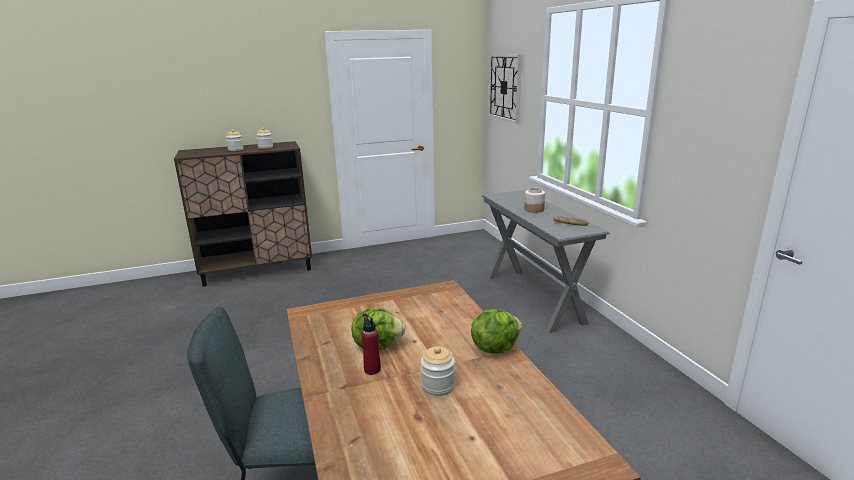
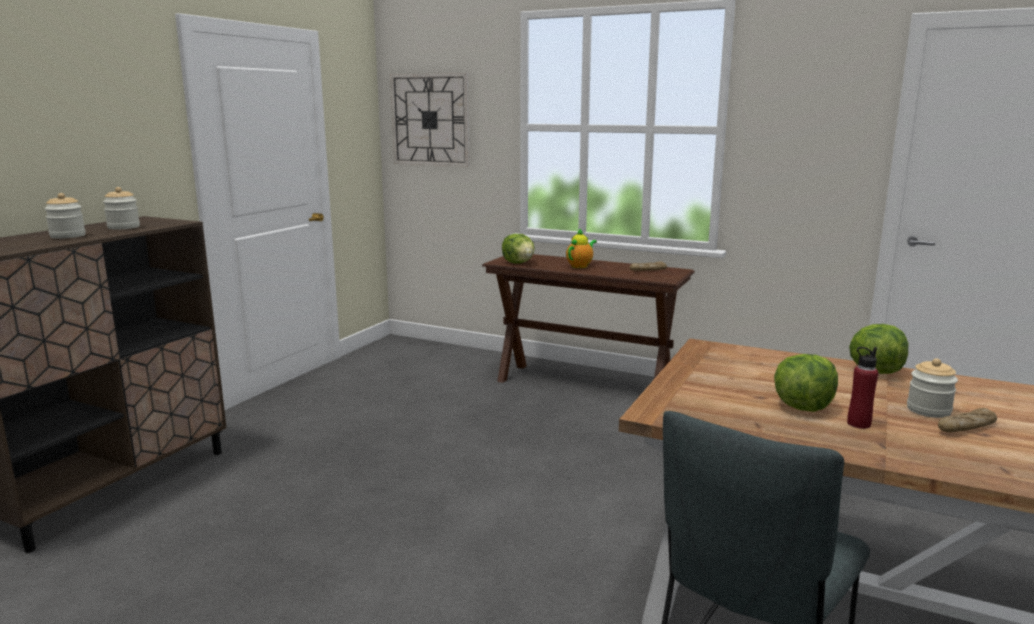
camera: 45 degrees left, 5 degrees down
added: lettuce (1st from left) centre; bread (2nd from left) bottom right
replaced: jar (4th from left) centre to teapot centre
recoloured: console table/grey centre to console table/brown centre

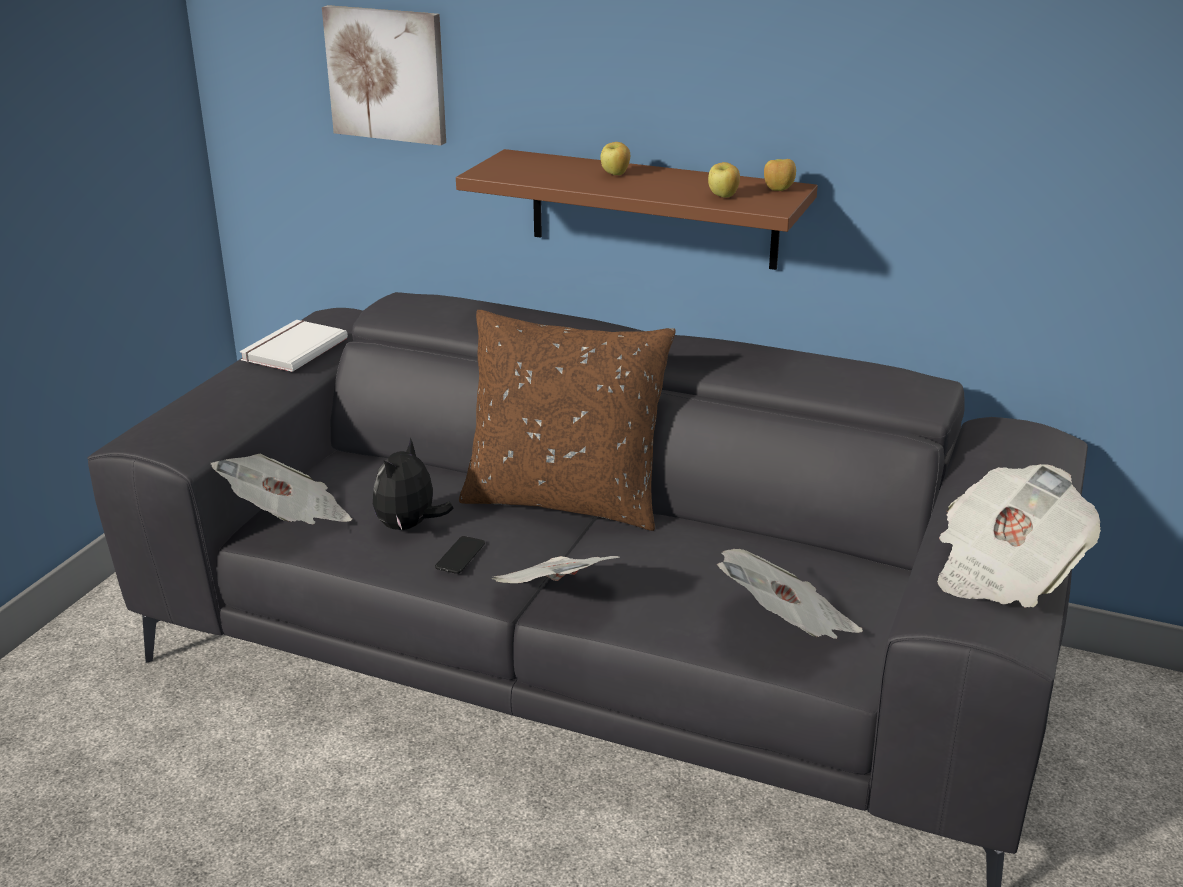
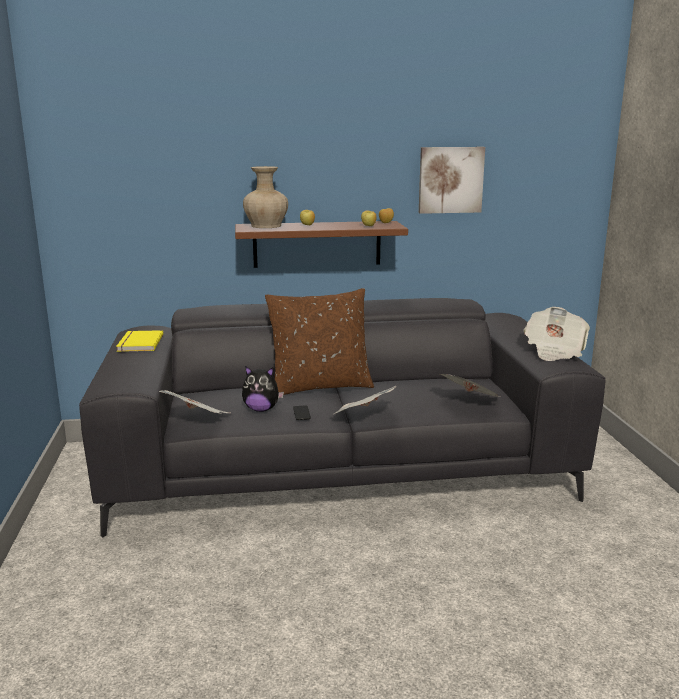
camera: 30 degrees left, 10 degrees down
added: vase/beige top centre
moved: picture top left to top centre
recoloured: book/white middle left to book/yellow middle left
turned: plush toy centre = centre 75 degrees counterclockwise

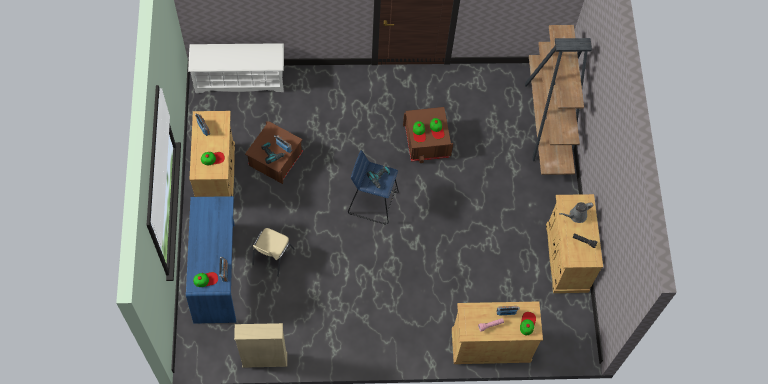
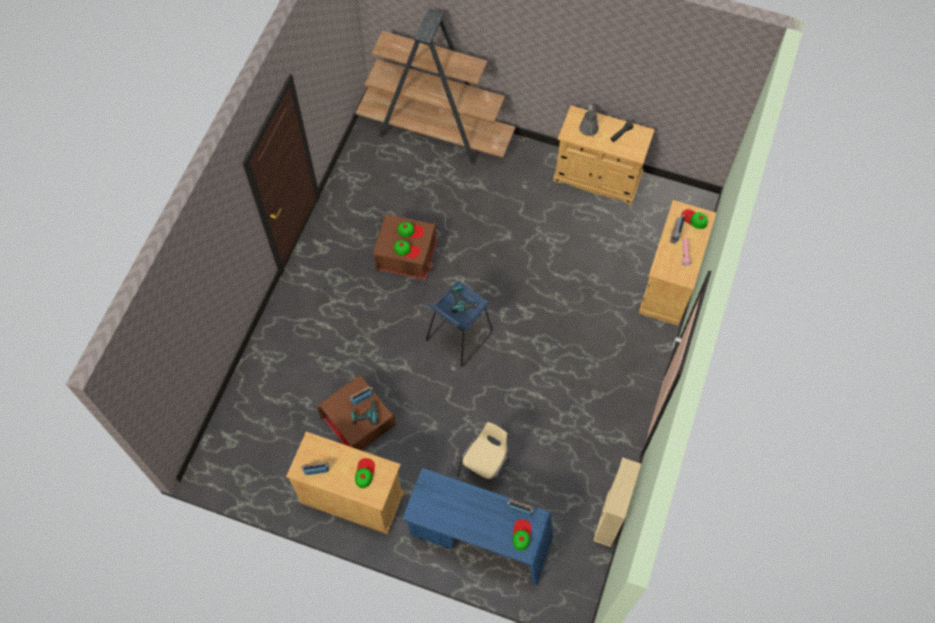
camera: 65 degrees left, 0 degrees up
removed: shoe rack/white top left
turned: chair/beige centre = bottom centre 105 degrees counterclockwise

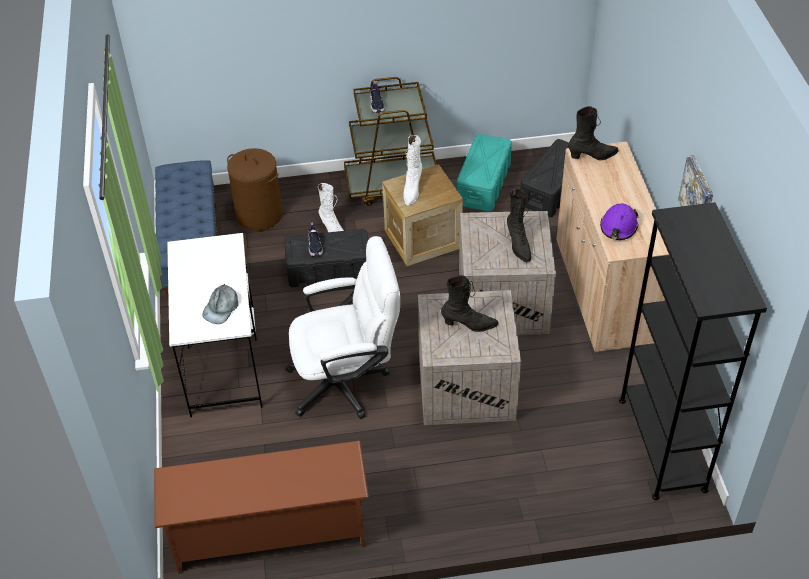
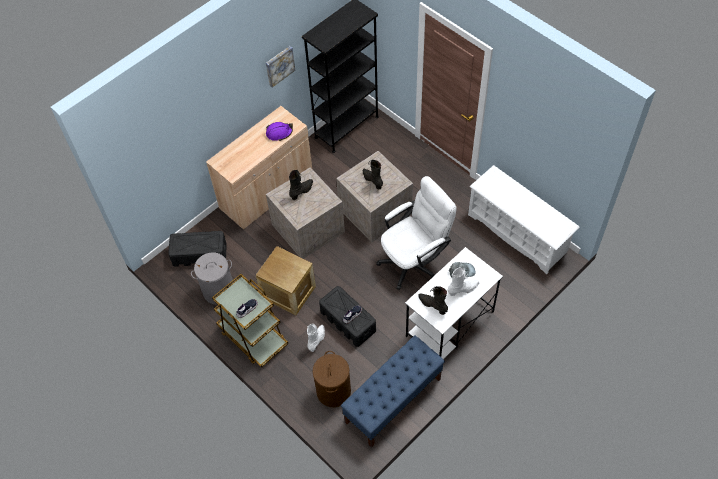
camera: 125 degrees left, 10 degrees up
moved: boot/black (3rd from left) top right to centre; boot/white (2nd from left) top centre to centre
replaced: storage box/turquoise top centre to laundry basket/grey middle left
recoloured: shoe rack/brown bottom left to shoe rack/white middle right
turned: office chair/white centre = centre 105 degrees clockwise

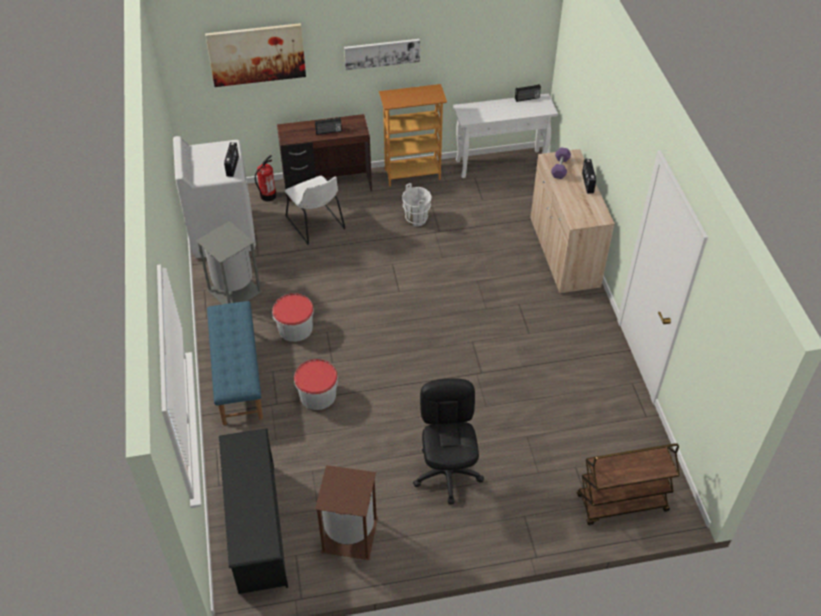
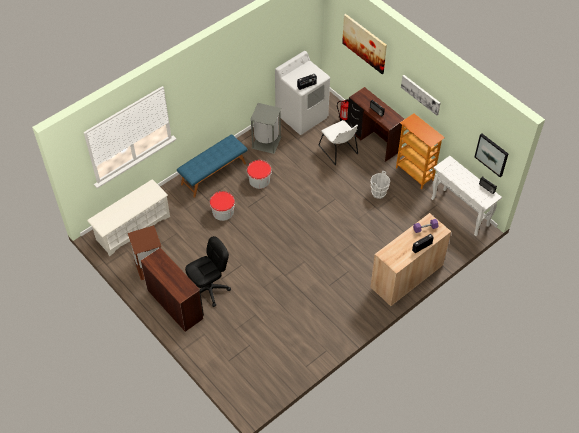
camera: 60 degrees right, 5 degrees up
removed: cart/brown bottom right
added: picture (3rd from left) middle right; desk/brown (1st from left) bottom left
recoloured: shoe rack/black bottom left to shoe rack/white middle left
turned: chair/white centre = top centre 60 degrees counterclockwise

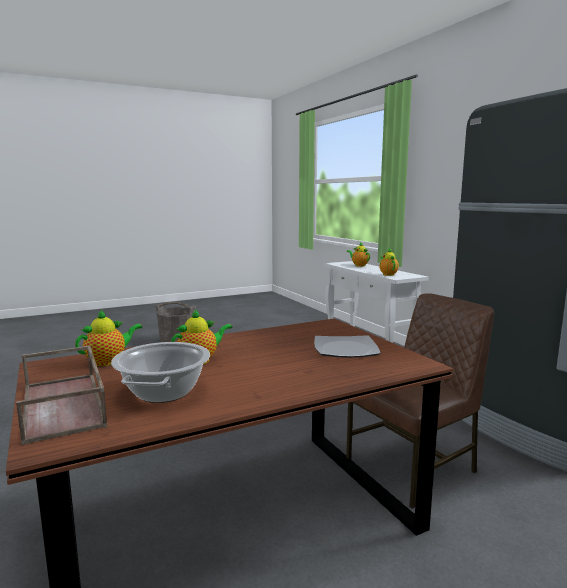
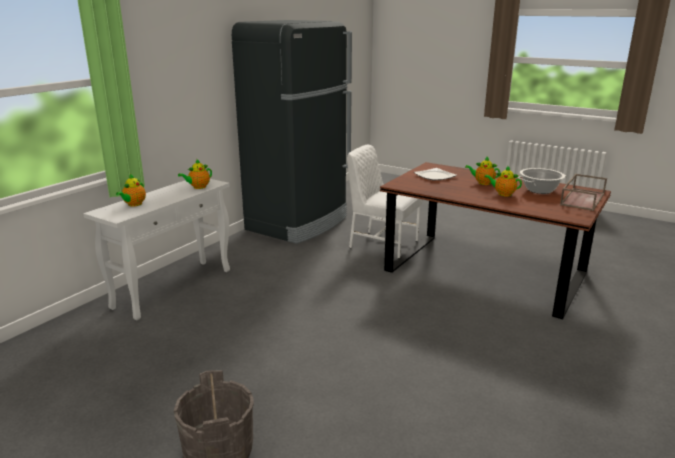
camera: 120 degrees left, 10 degrees up
moved: teapot (1st from left in the first image) middle left to teapot (3rd from left) middle right
recoloured: chair/brown bottom right to chair/white centre

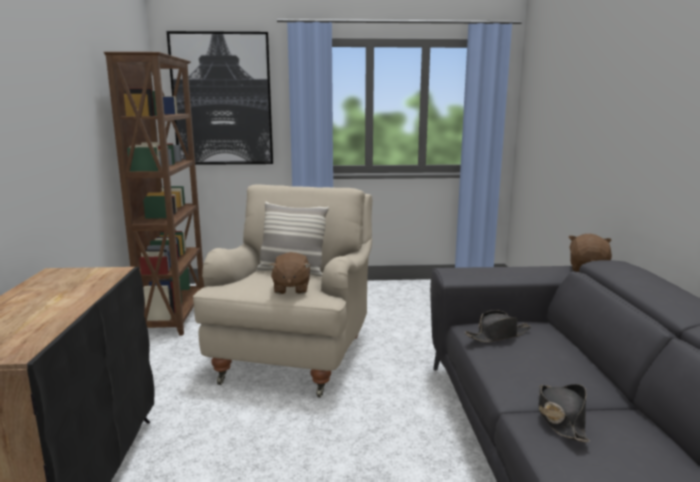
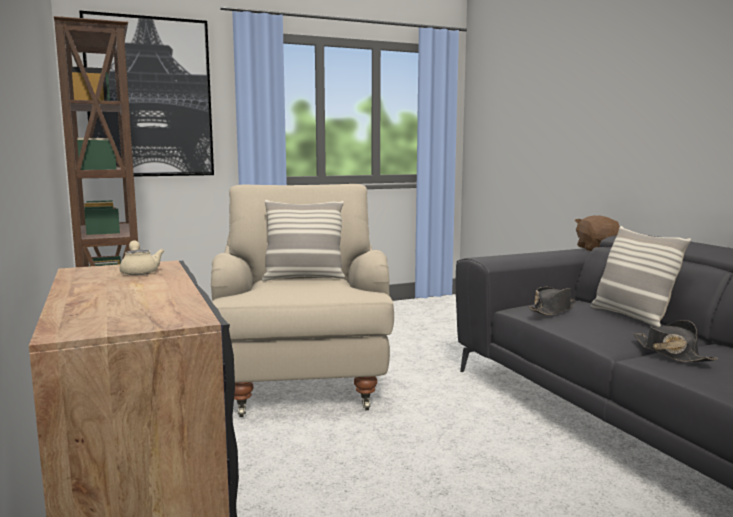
camera: 20 degrees left, 5 degrees down
removed: plush toy/brown (1st from left) centre
added: pillow (2nd from left) middle right; teapot/beige middle left

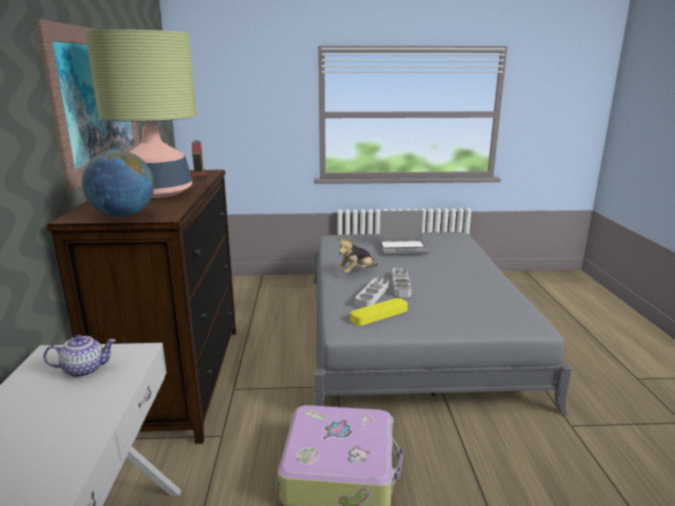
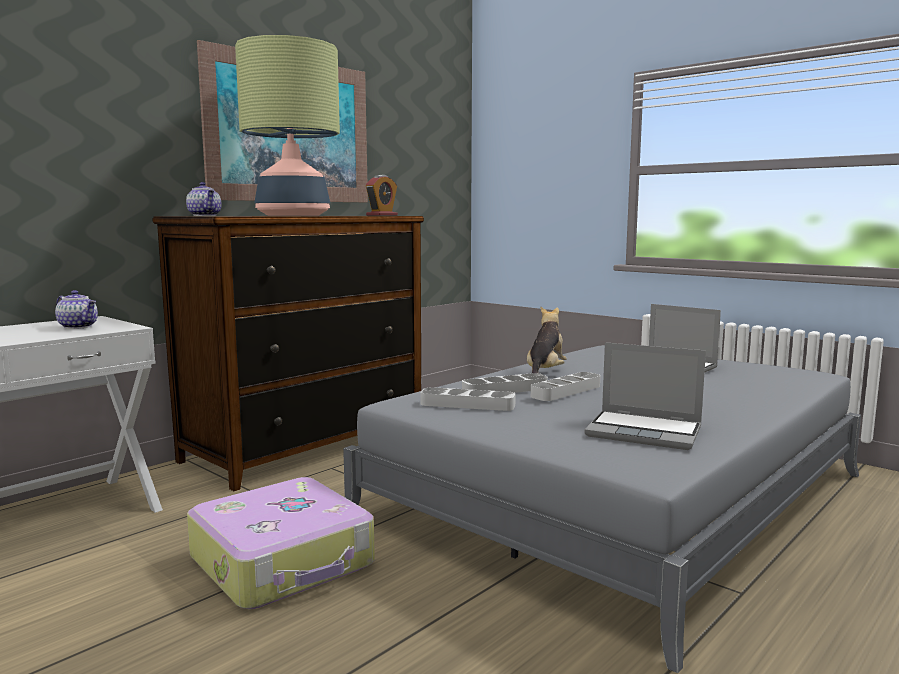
camera: 45 degrees right, 10 degrees down
added: laptop (1st from left) middle right
replaced: globe middle left to teapot (2nd from left) top left
recoloured: tray/yellow centre to tray/grey (1st from left) centre
turned: plush toy centre = centre 105 degrees clockwise

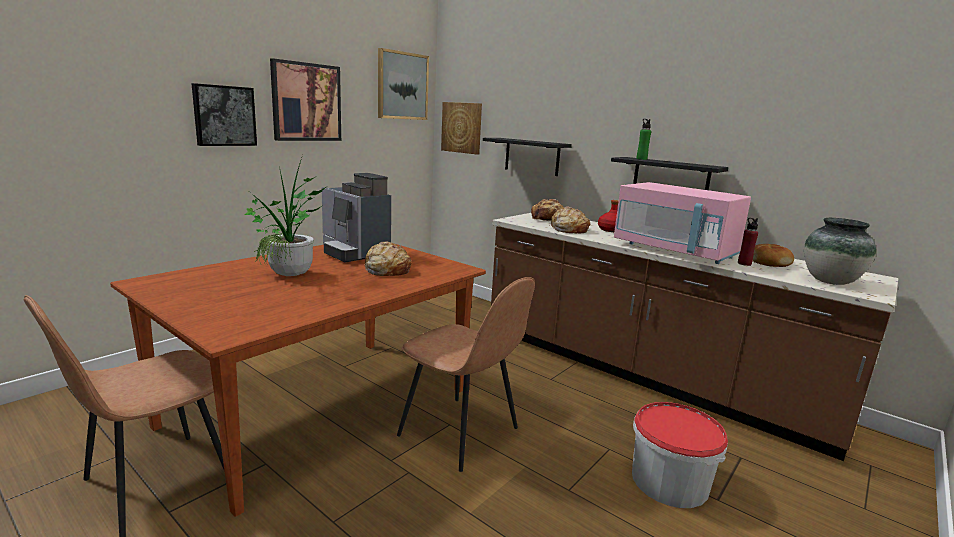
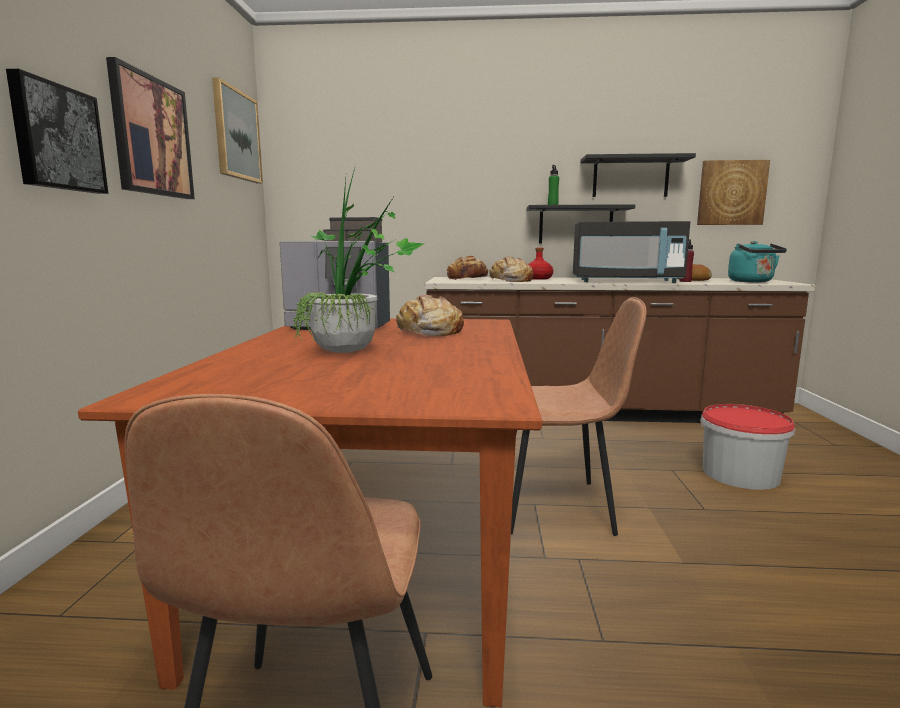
camera: 35 degrees left, 5 degrees down
moved: picture (4th from left) top centre to top right; shelf/black (1st from left in the first image) top centre to shelf/black (2nd from left) top right
replaced: vase middle right to kettle/turquoise middle right
recoloured: microwave/pink middle right to microwave/black middle right

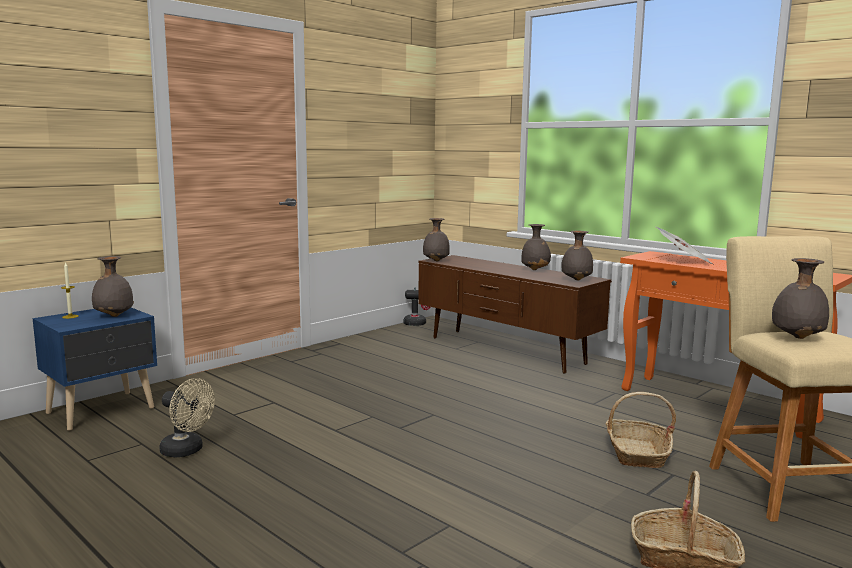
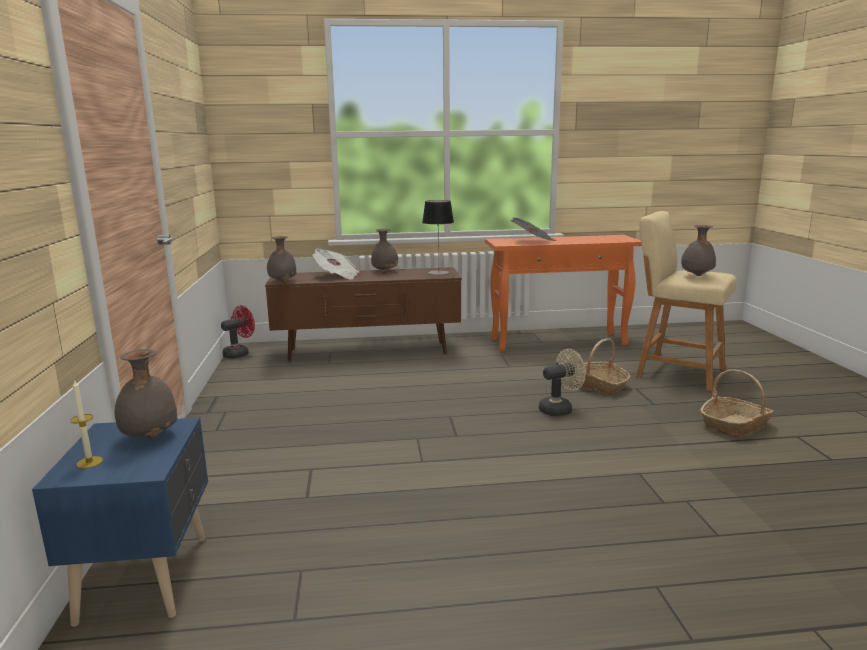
camera: 50 degrees left, 5 degrees up
added: newspaper (1st from left) centre
moved: fan/beige bottom left to centre
replaced: vase/grey (4th from left) middle right to table lamp centre

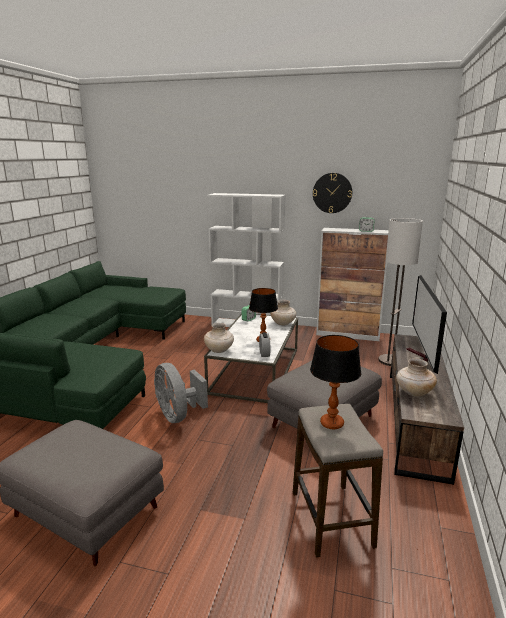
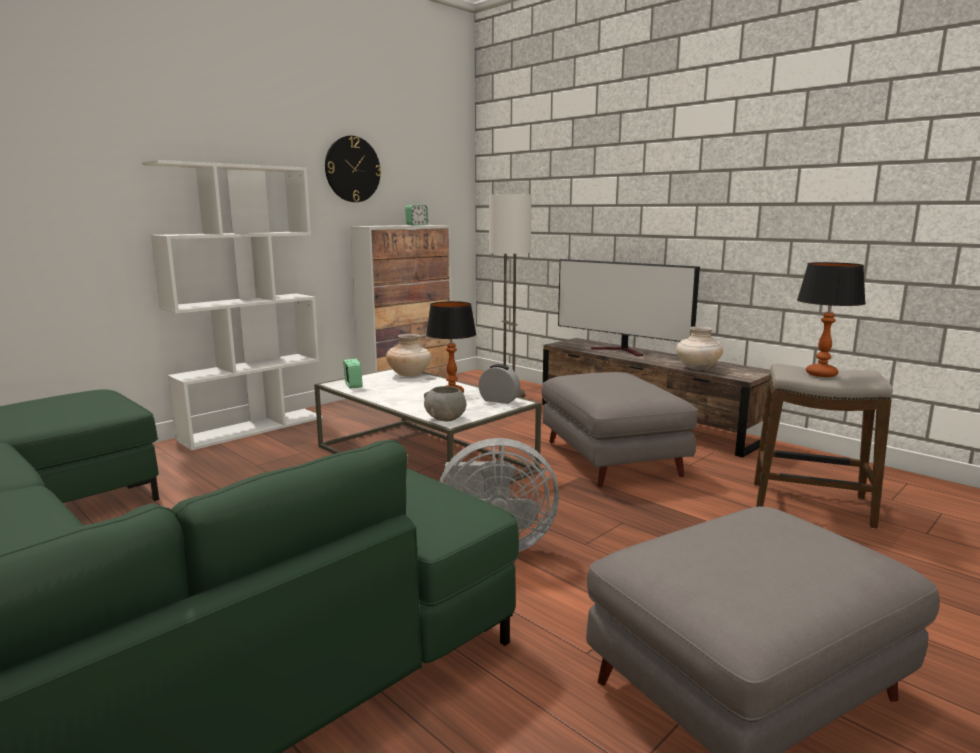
camera: 60 degrees left, 5 degrees down
replaced: vase/beige (1st from left) centre to bowl/grey centre

